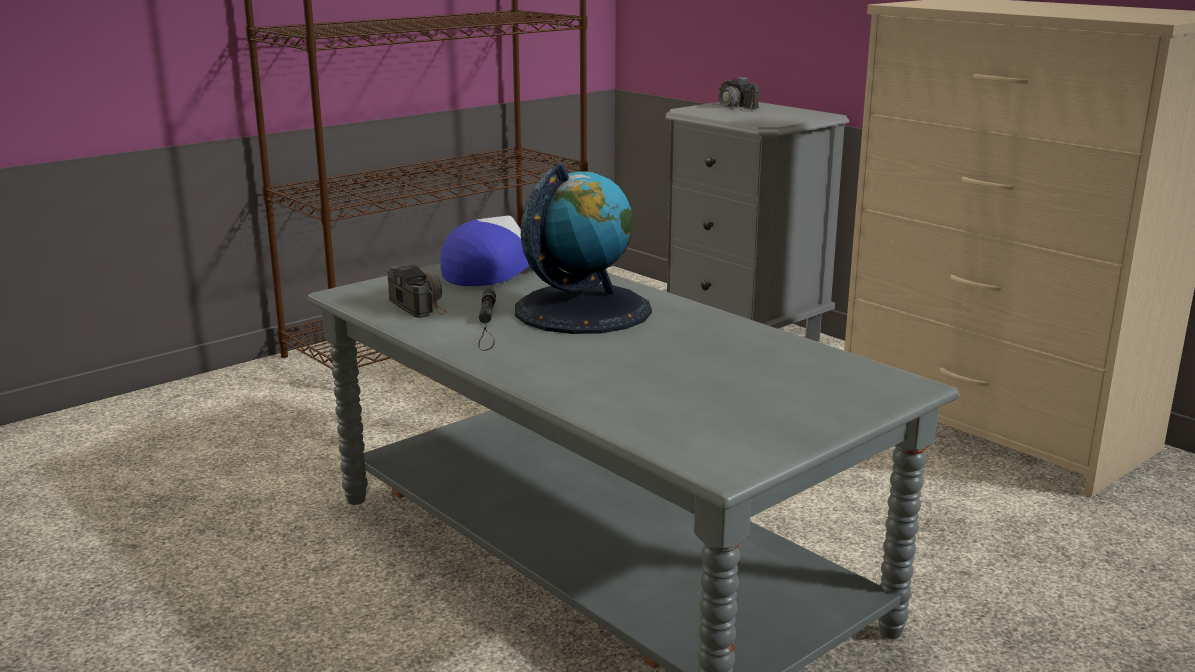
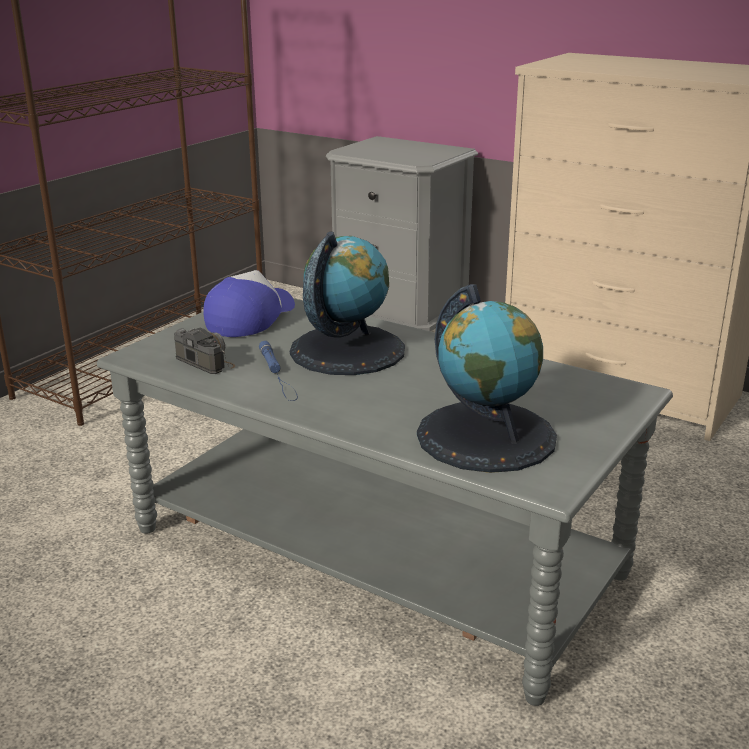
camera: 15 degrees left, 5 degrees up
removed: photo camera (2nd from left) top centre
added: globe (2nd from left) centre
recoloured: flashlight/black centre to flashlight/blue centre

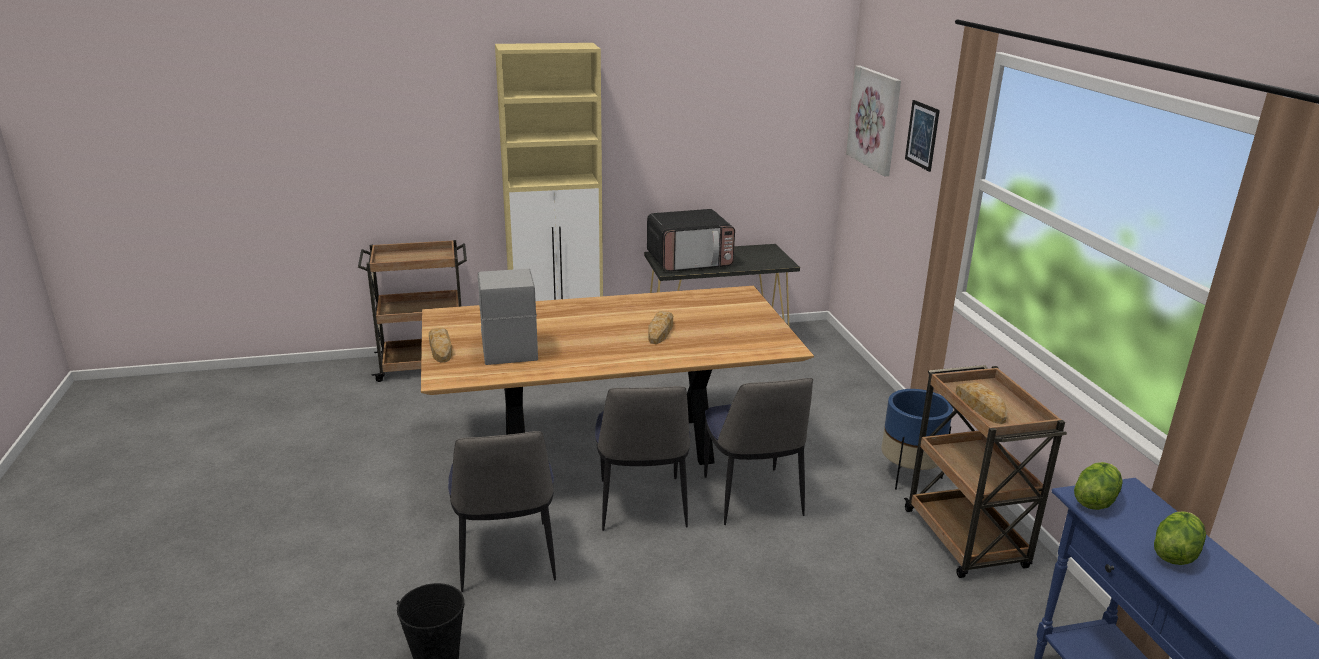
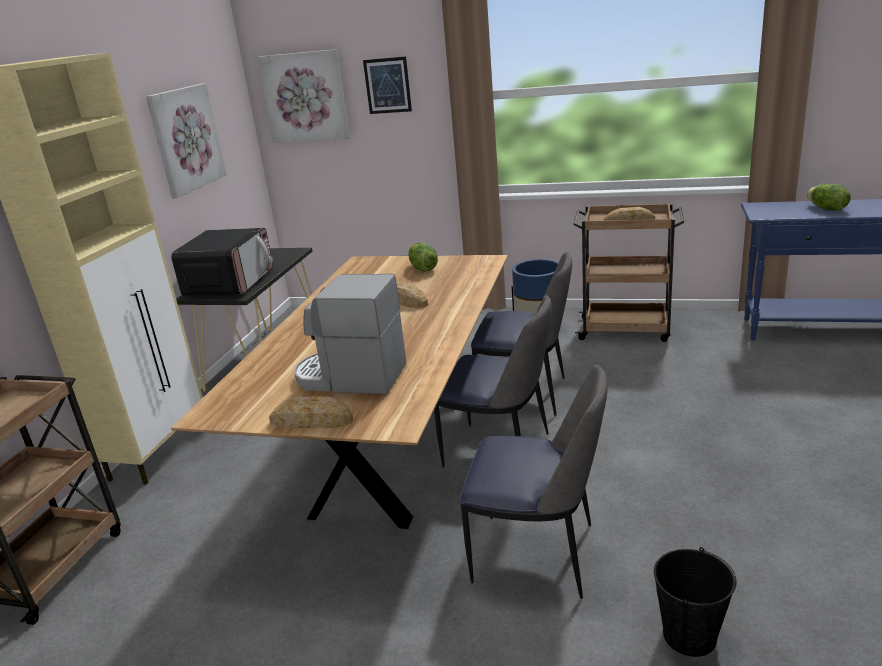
camera: 60 degrees left, 0 degrees up
added: picture (1st from left) top left
moved: lettuce (1st from left) bottom right to centre

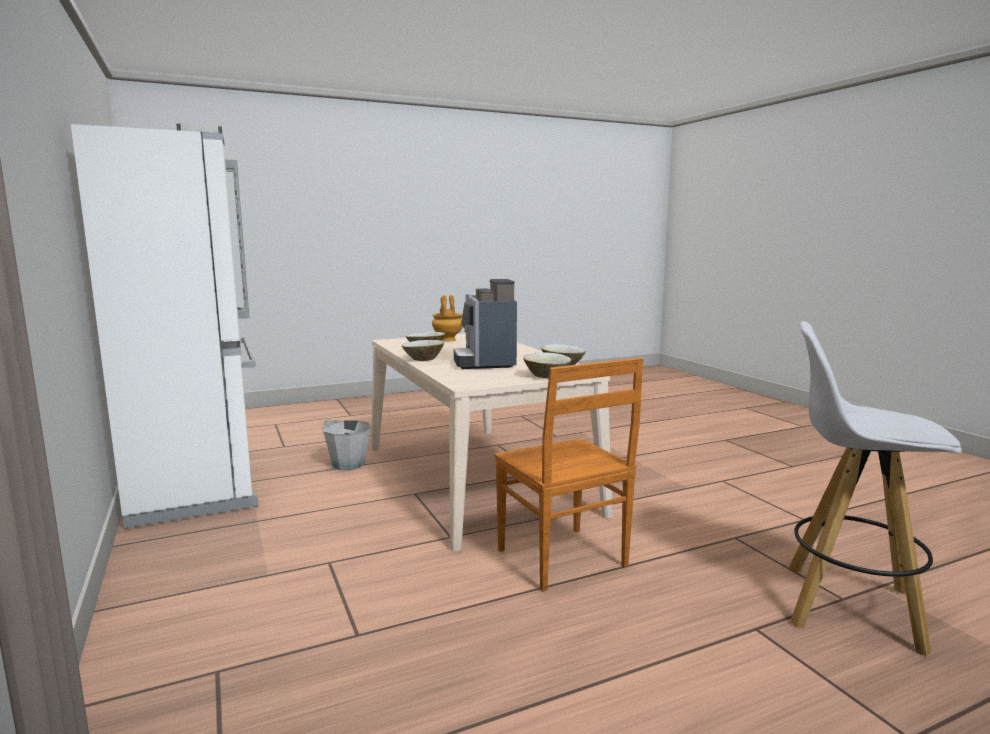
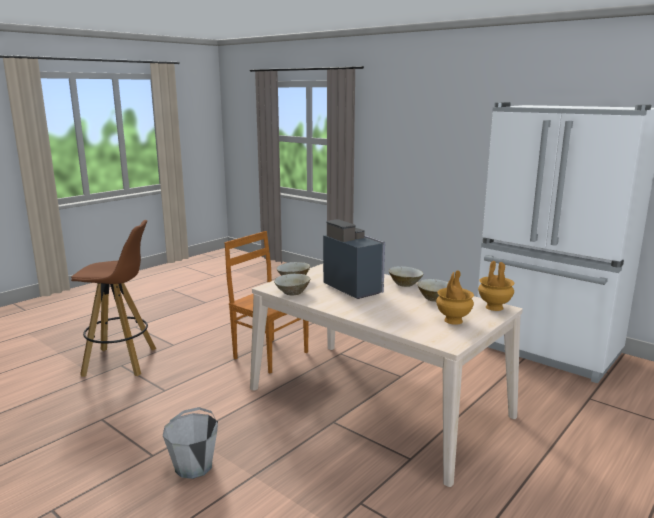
camera: 155 degrees right, 5 degrees up
added: vase/brown (2nd from left) middle right
moved: bucket/grey centre to bottom left
recoloured: stool/white middle right to stool/brown middle left

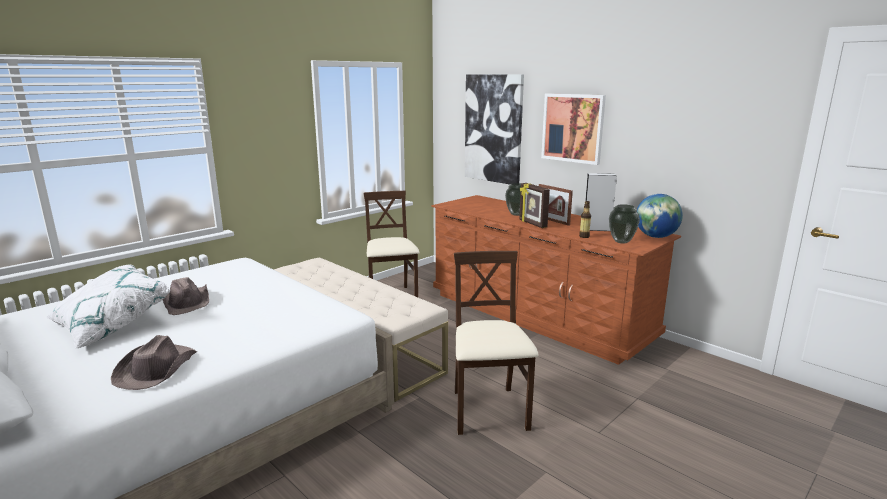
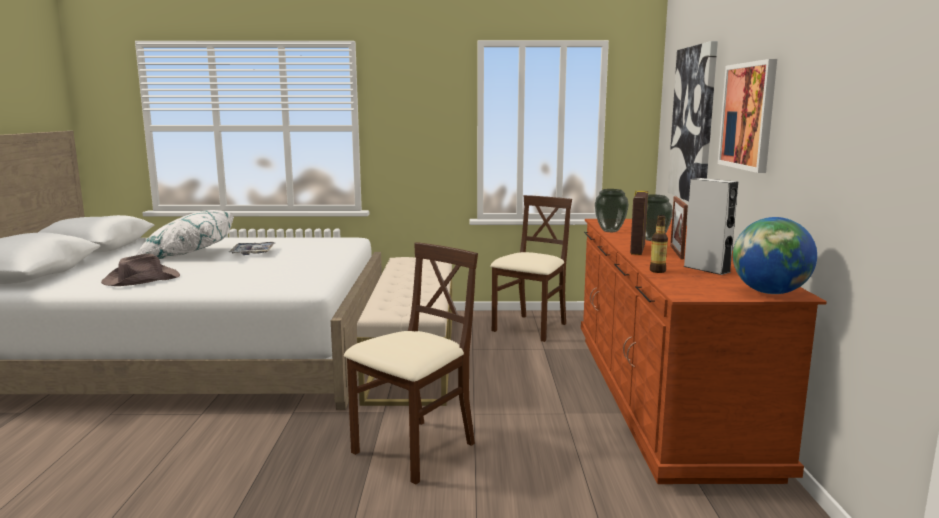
camera: 45 degrees right, 5 degrees down
moved: vase (2nd from left in the first image) middle right to vase (1st from left) centre
replaced: hat/brown (2nd from left) middle left to tray middle left

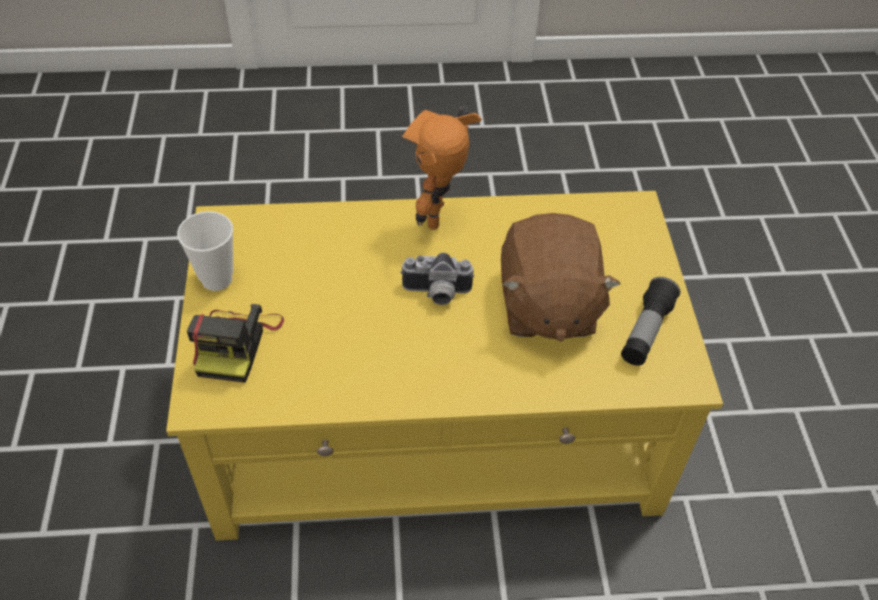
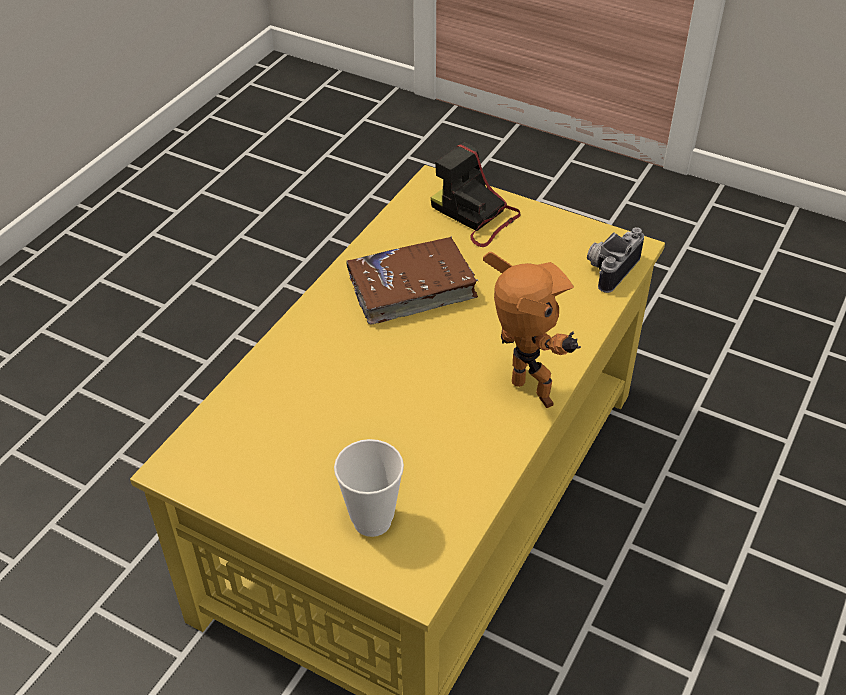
camera: 125 degrees right, 5 degrees down
removed: plush toy/brown centre; flashlight middle right
added: book/brown centre
moved: cup middle left to bottom centre; photo camera (2nd from left) centre to middle right

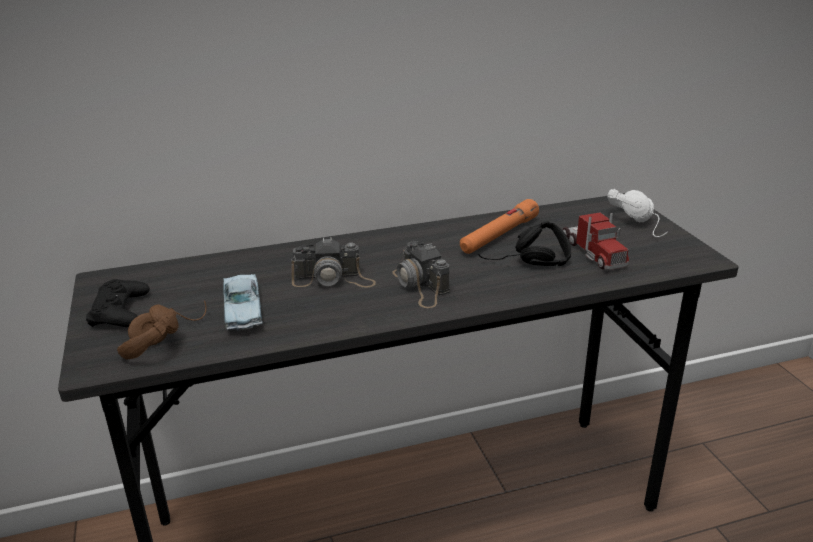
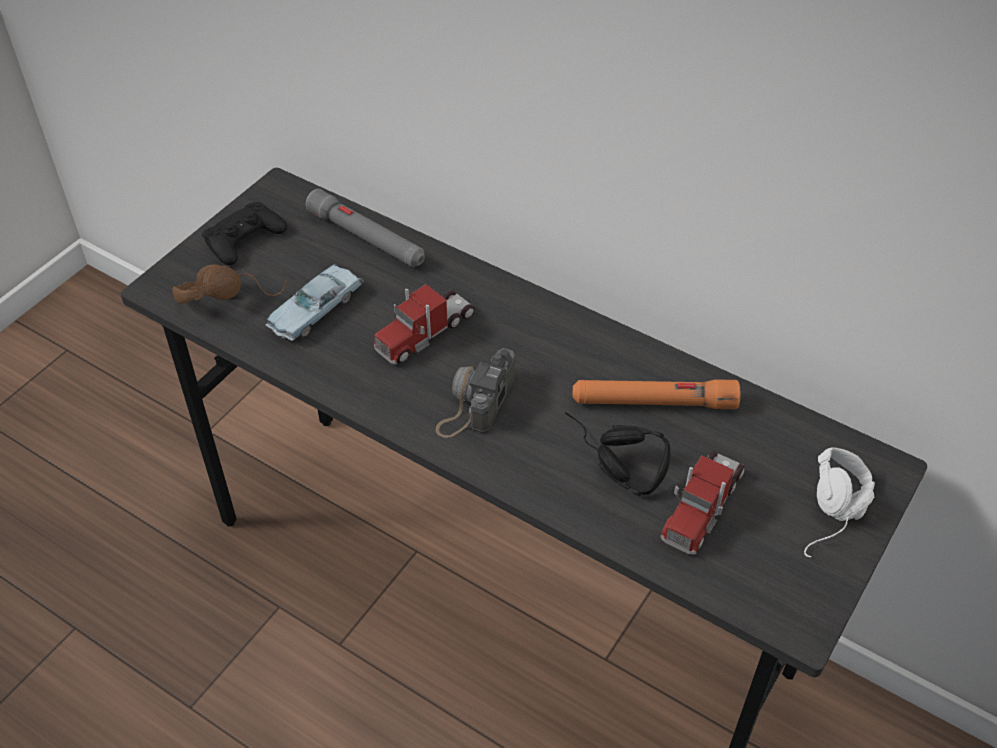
camera: 50 degrees right, 20 degrees up
added: flashlight/grey top centre
replaced: photo camera (1st from left) centre to toy truck (1st from left) centre

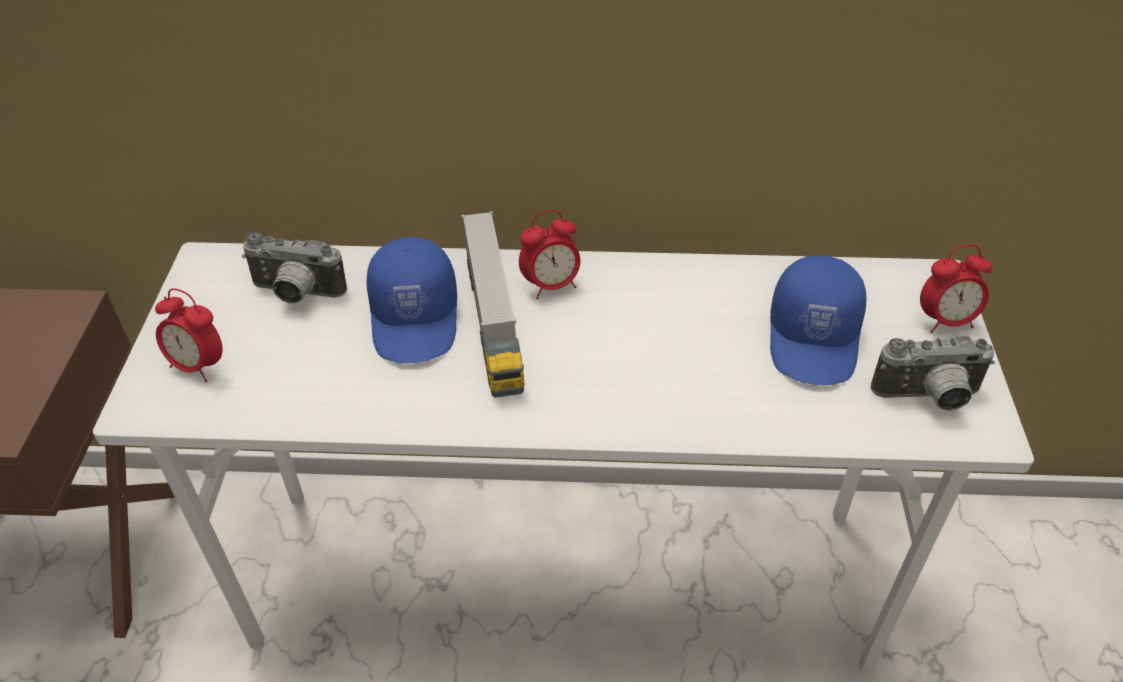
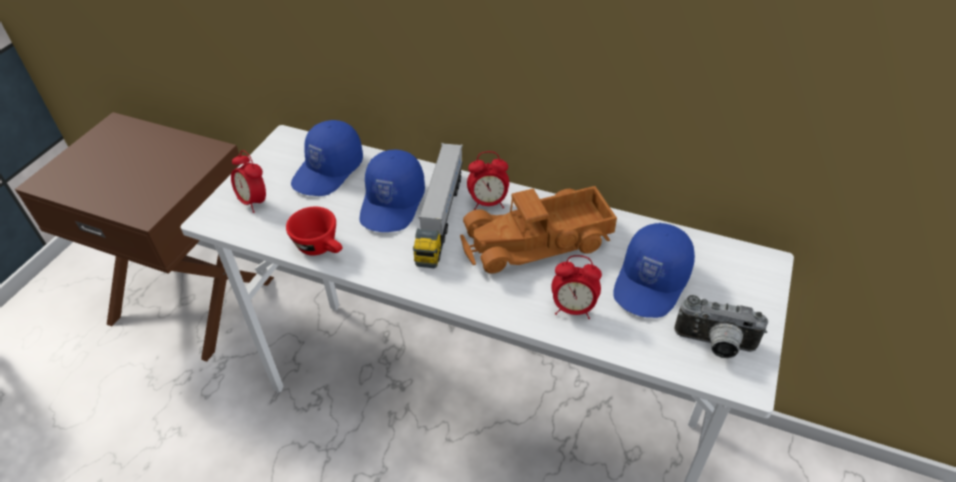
camera: 20 degrees right, 0 degrees up
added: toy truck (2nd from left) centre; cup/red middle left
moved: alarm clock (3rd from left) middle right to centre
replaced: photo camera (1st from left) middle left to cap/blue (1st from left) top centre

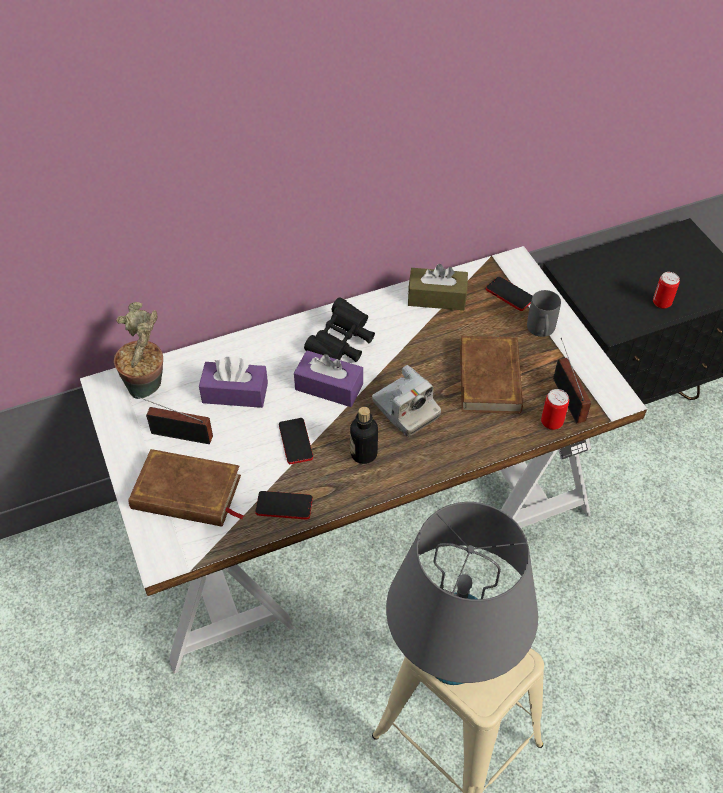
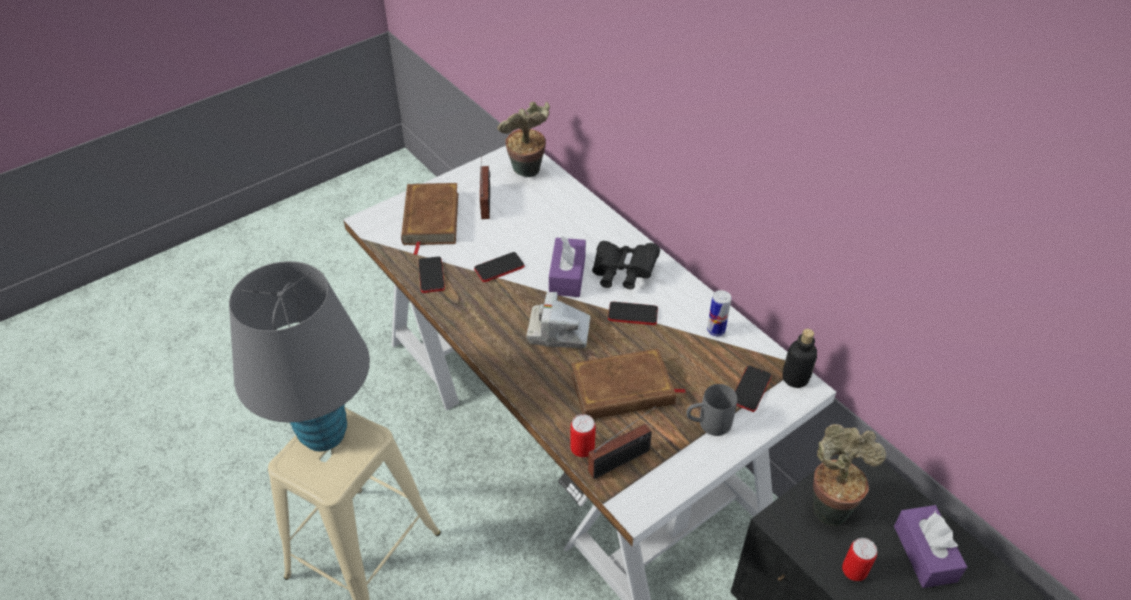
camera: 75 degrees right, 5 degrees down
added: phone (3rd from left) centre; potted plant (2nd from left) bottom right
moved: tissue box/purple (1st from left in the first image) middle left to tissue box/purple (2nd from left) bottom right; bottle centre to middle right
replaced: tissue box/brown centre to can (2nd from left) centre
turned: photo camera centre = centre 60 degrees clockwise

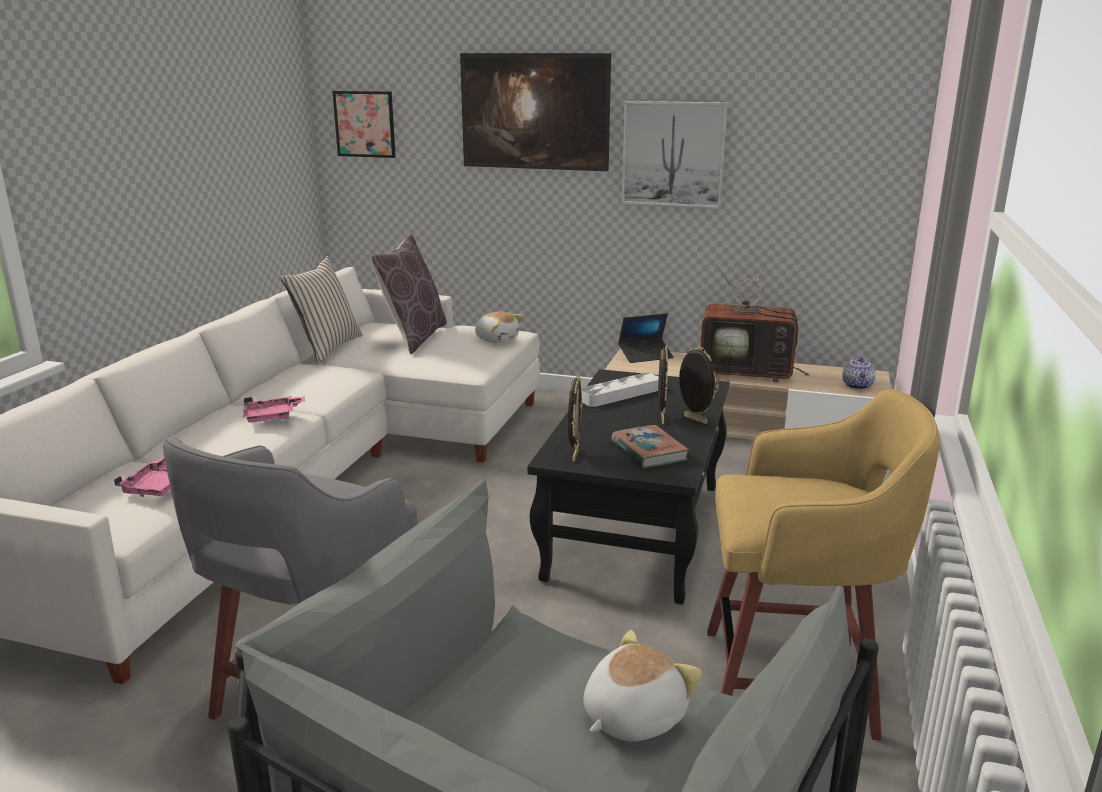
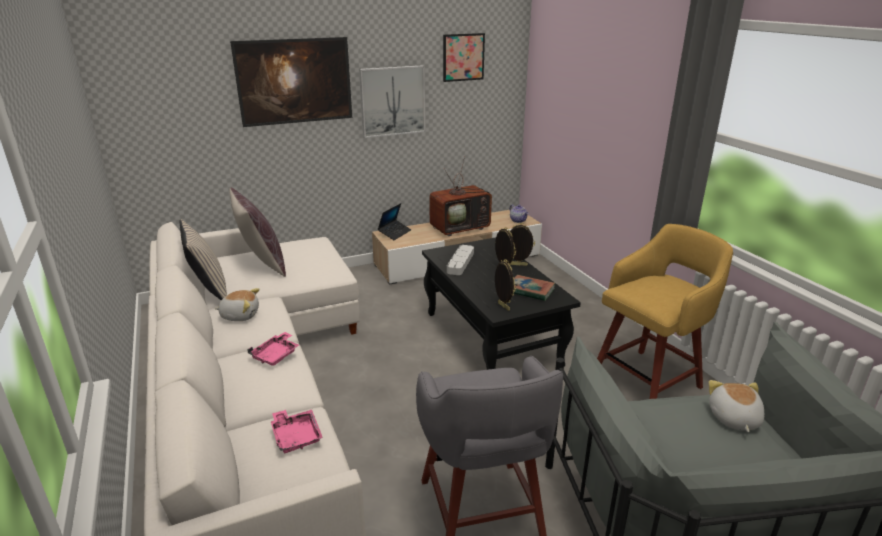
camera: 40 degrees left, 5 degrees up
moved: picture (1st from left in the first image) top left to picture (3rd from left) top centre; plush toy (1st from left) centre to middle left

